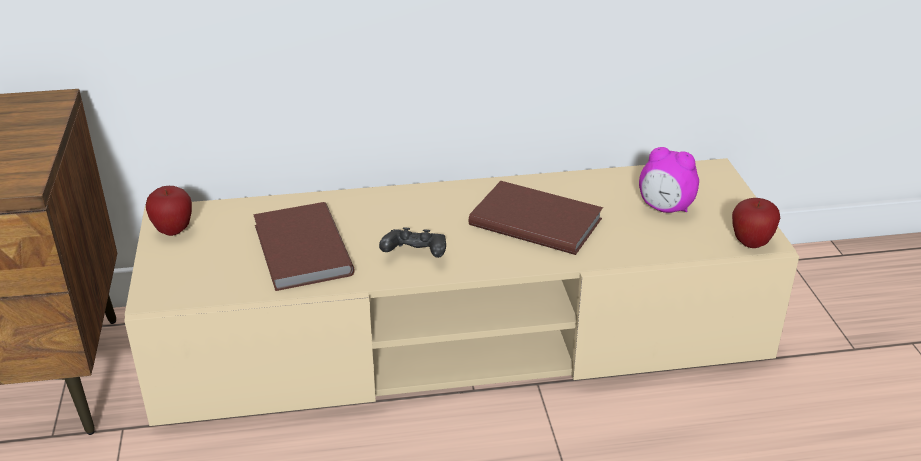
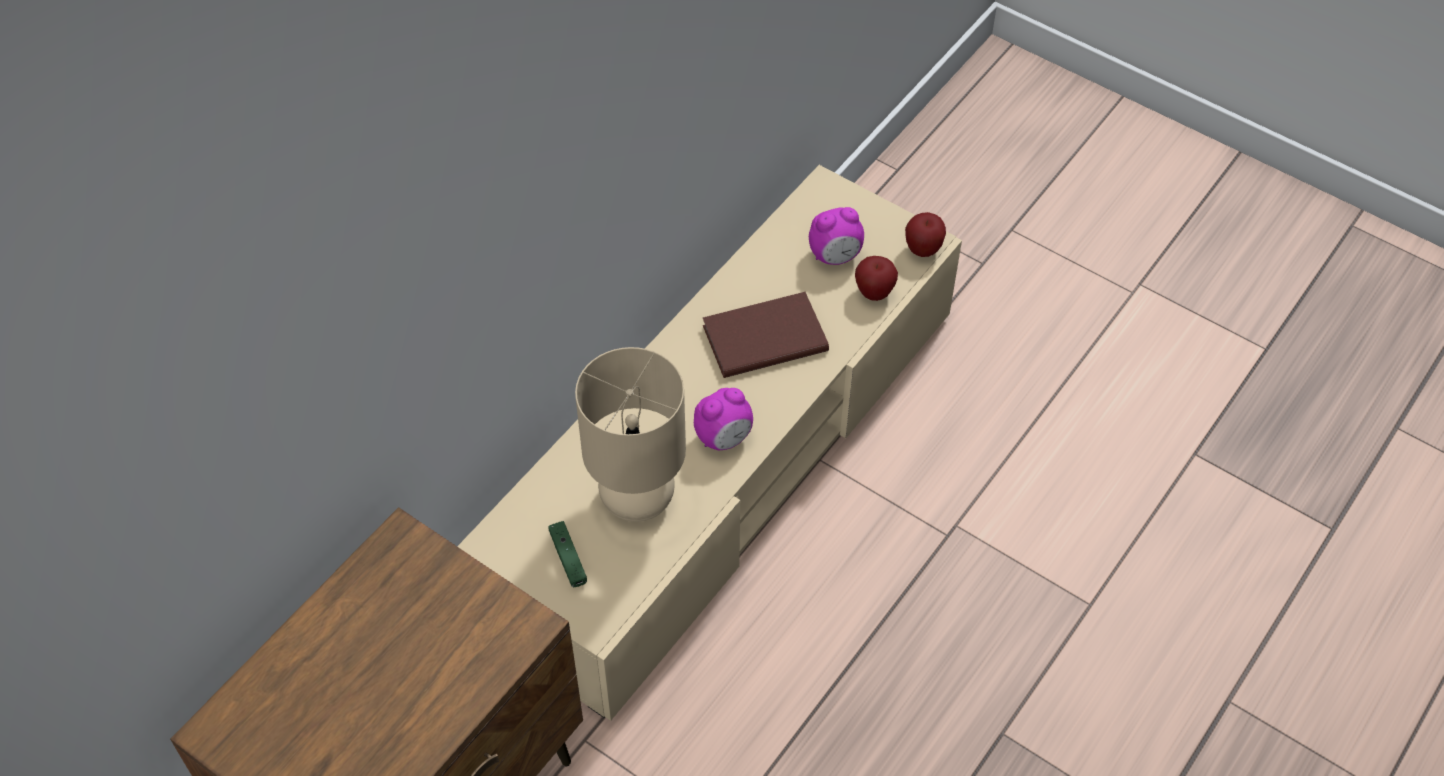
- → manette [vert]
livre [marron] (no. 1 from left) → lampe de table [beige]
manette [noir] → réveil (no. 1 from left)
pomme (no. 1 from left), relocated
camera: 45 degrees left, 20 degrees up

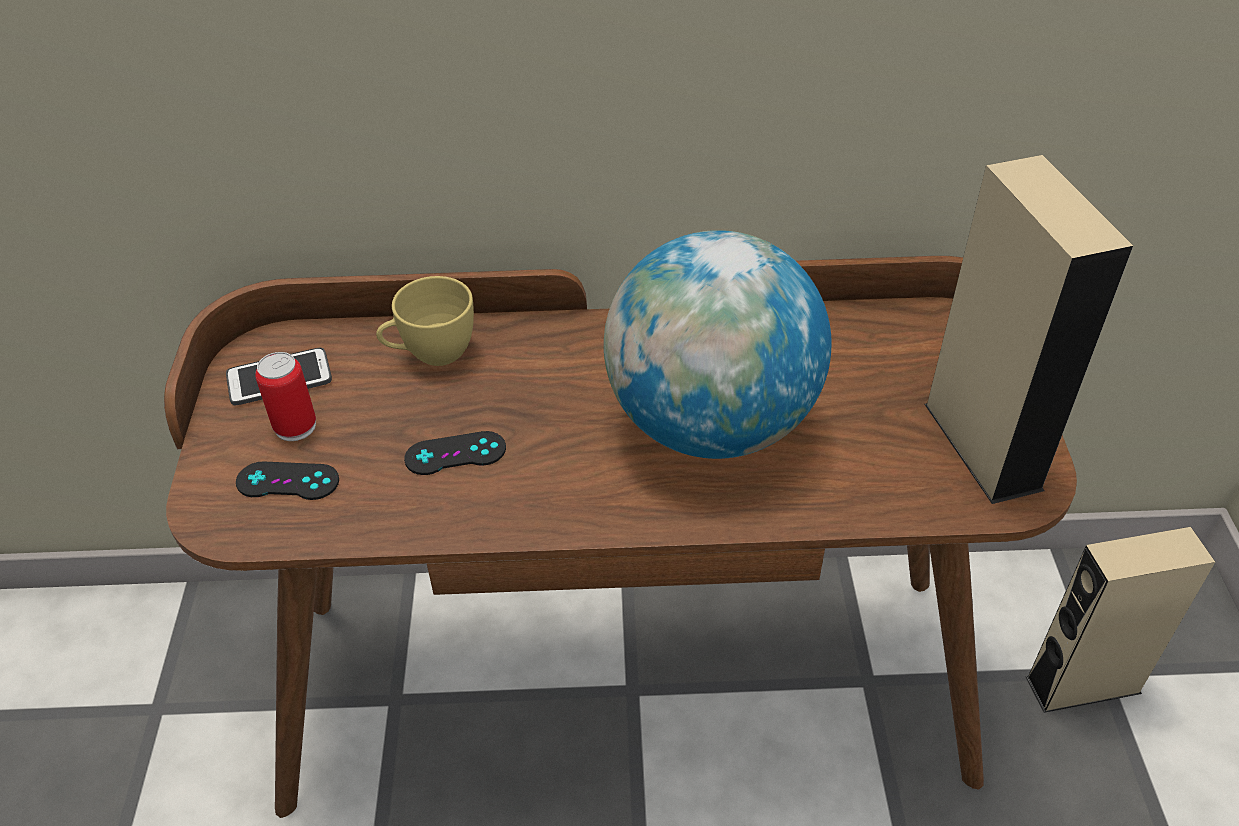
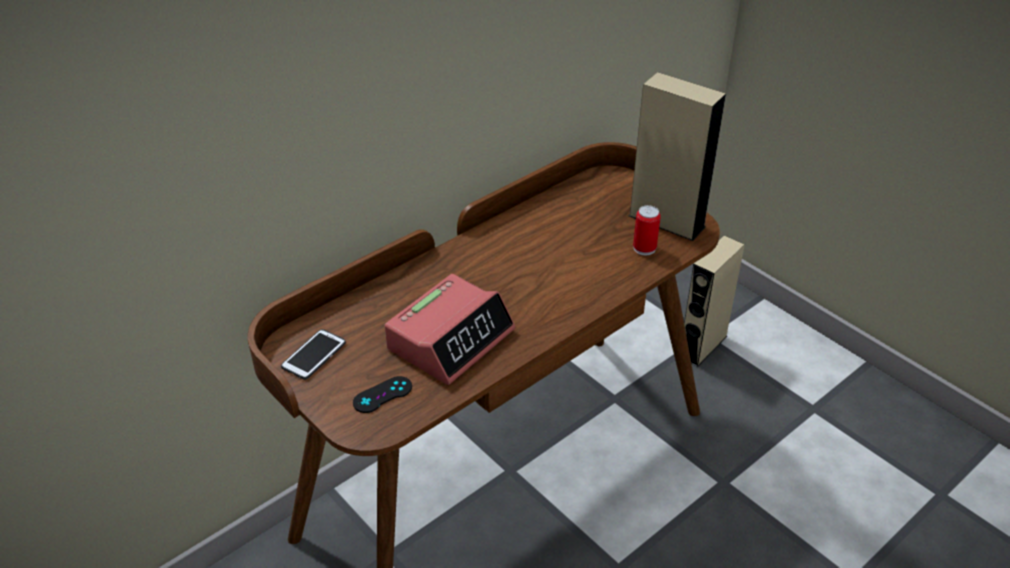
manette [noir] (no. 2 from left) → réveil
boîte métallique, relocated
tasse [jaune] → -
globe → -
camera: 40 degrees left, 5 degrees down

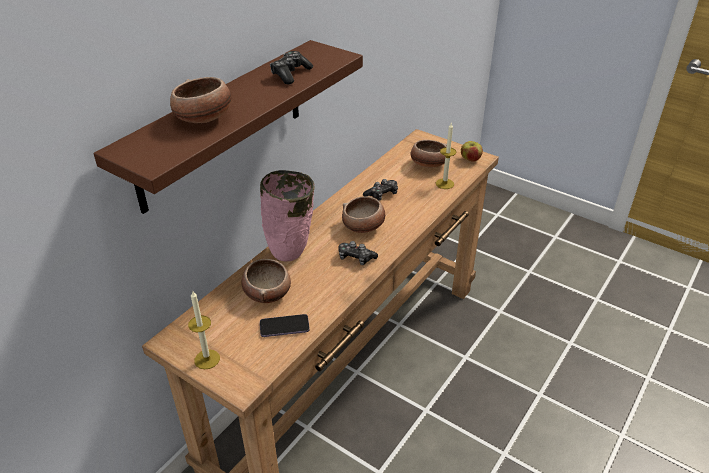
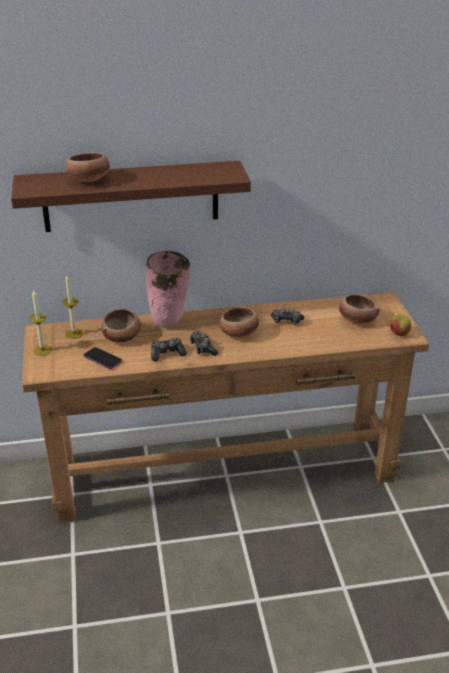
bougie (no. 2 from left), relocated
manette (no. 1 from left), relocated
camera: 45 degrees right, 5 degrees down

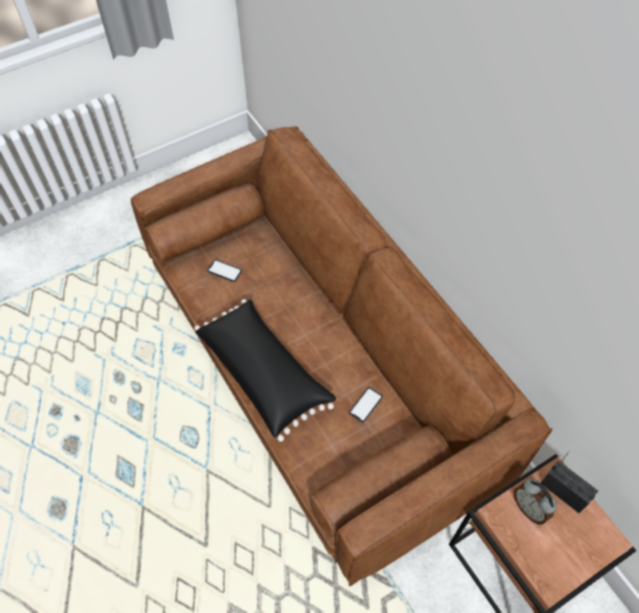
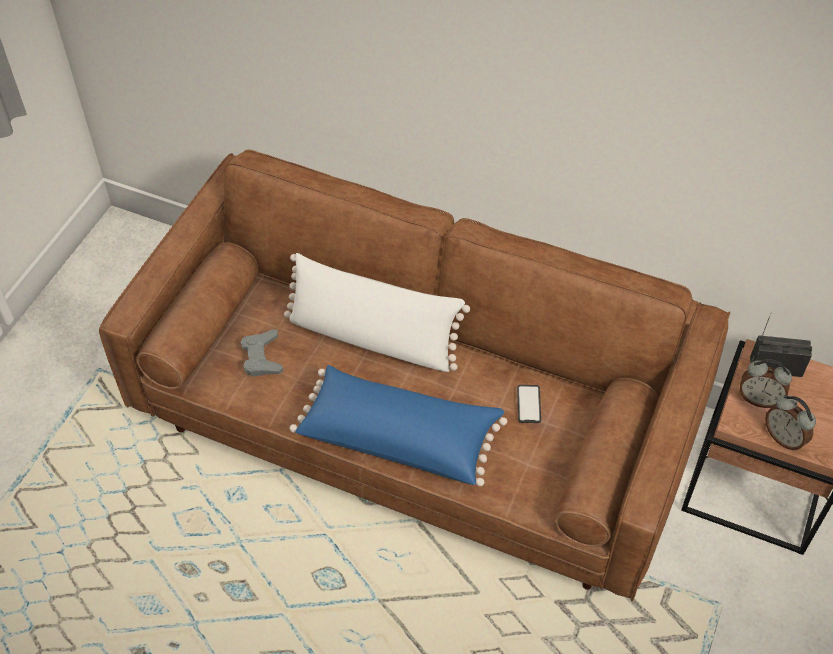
téléphone (no. 1 from left) → manette [gris]
- → coussin [blanc]
coussin [noir] → coussin [bleu]
- → réveil (no. 2 from left)
camera: 35 degrees left, 5 degrees down

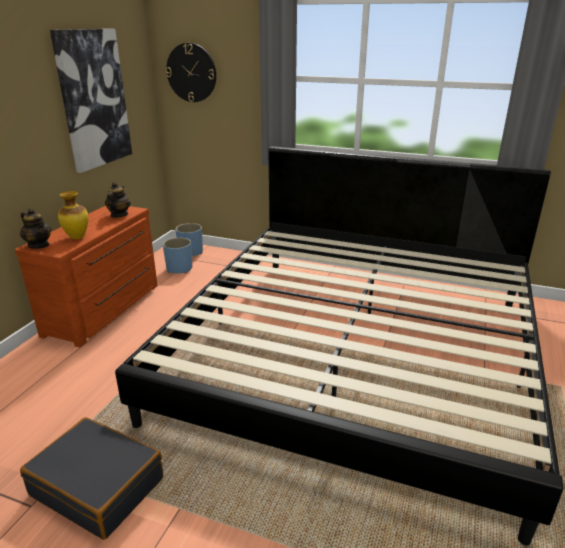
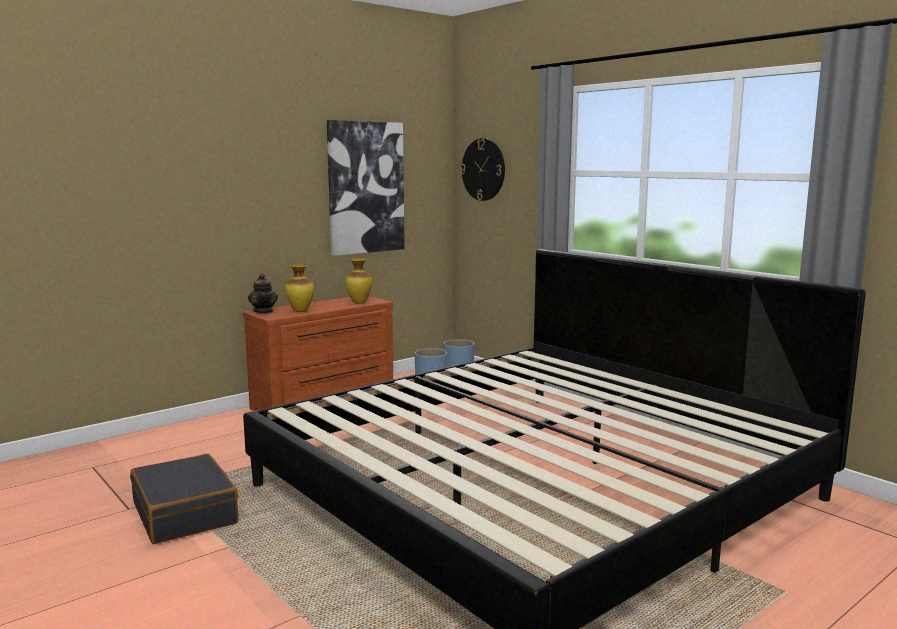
théière (no. 2 from left) → vase (no. 2 from left)
camera: 30 degrees right, 15 degrees down

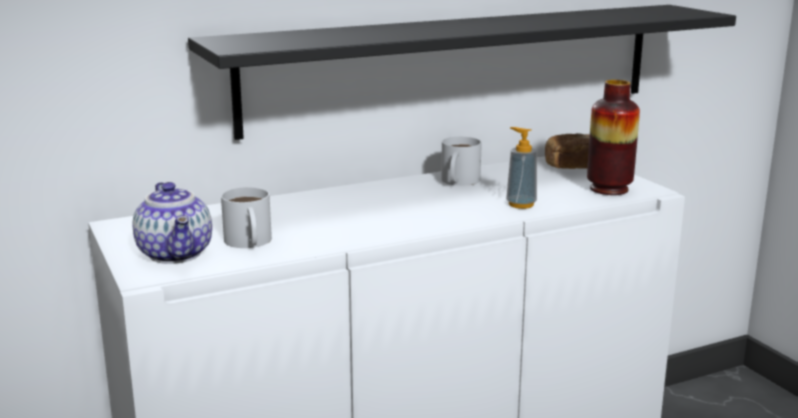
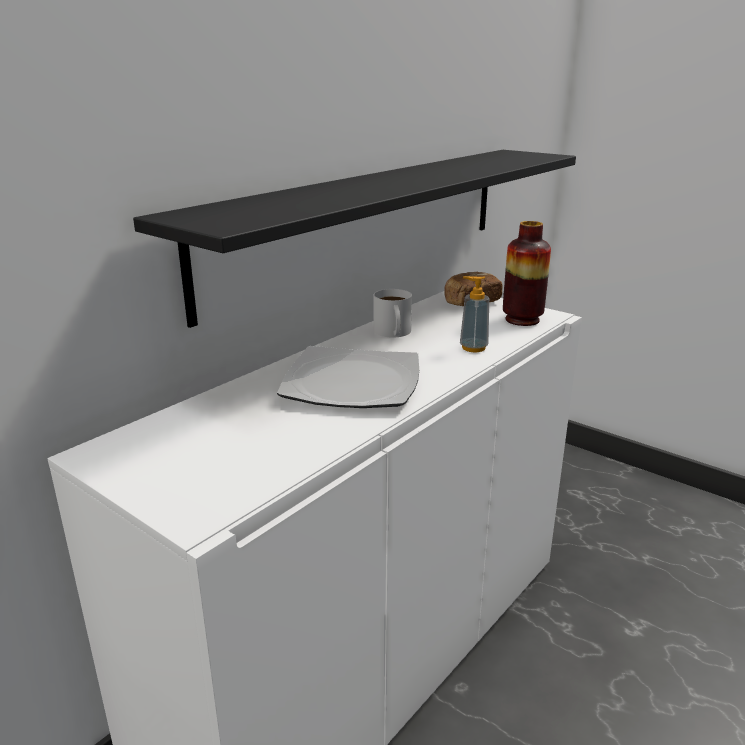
- → assiette
théière → -
mug [blanc] (no. 1 from left) → -
camera: 25 degrees left, 5 degrees up

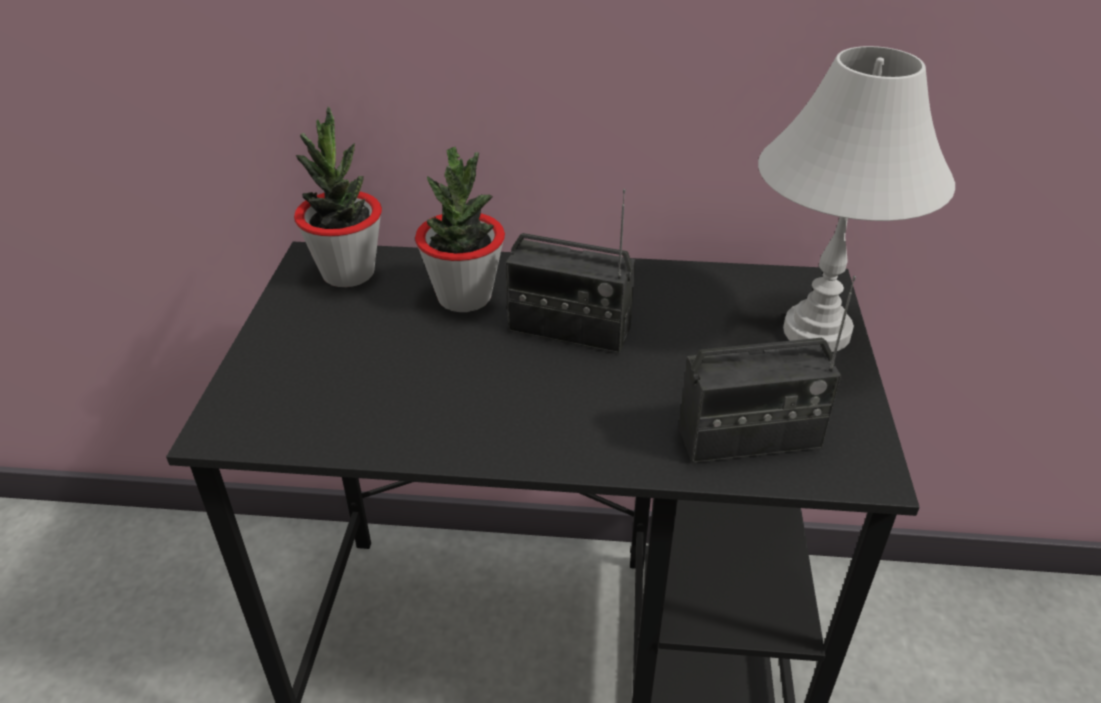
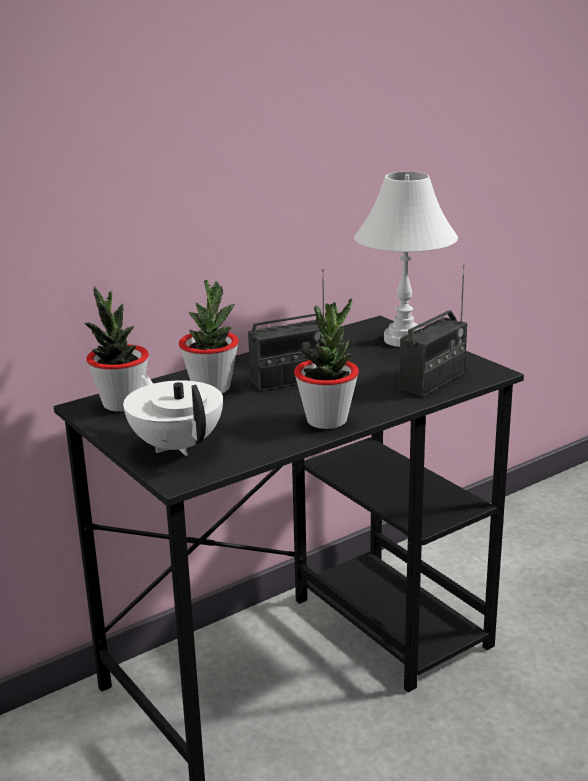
- → théière [blanc]
- → plante en pot (no. 3 from left)
camera: 40 degrees left, 15 degrees down

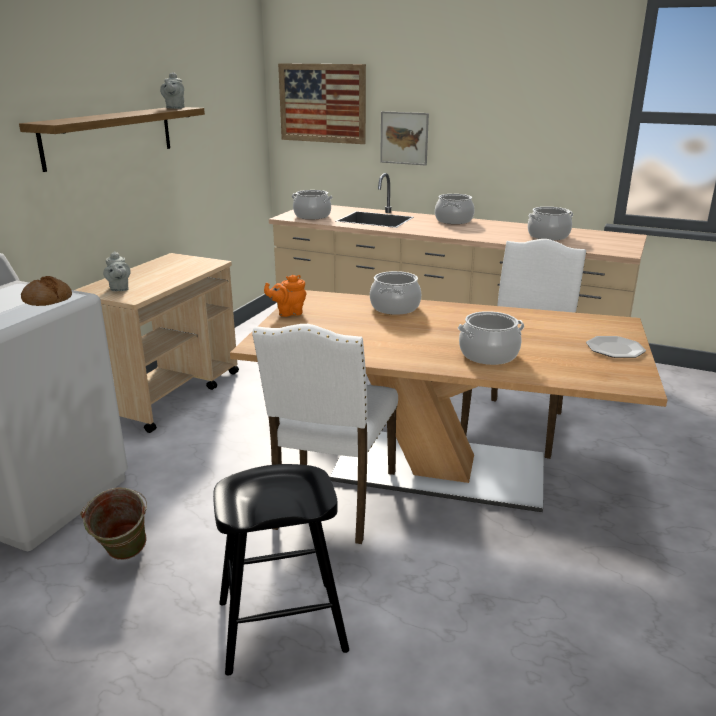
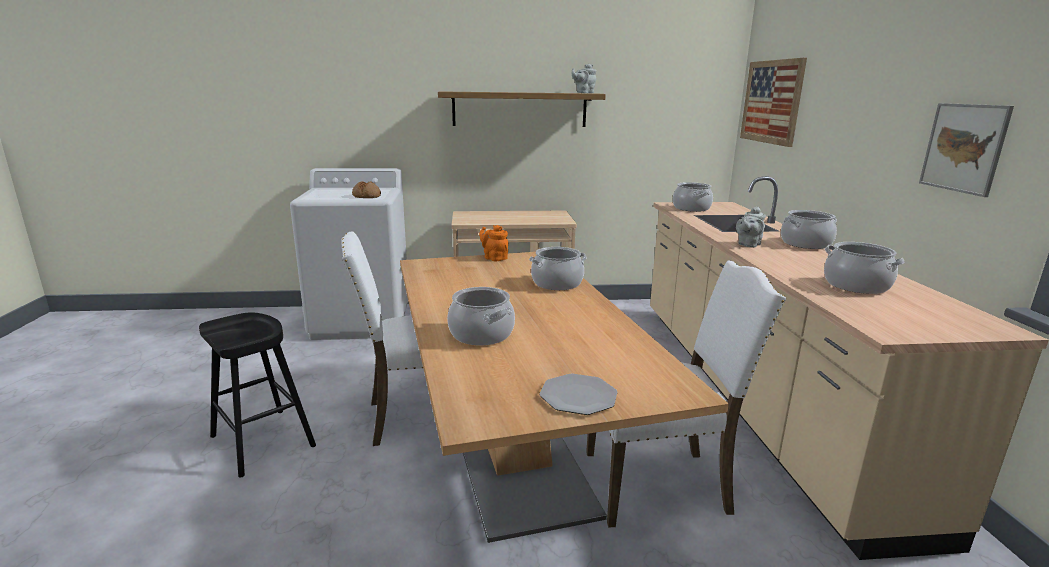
théière [gris] (no. 1 from left in the first image) → théière [gris] (no. 2 from left), relocated
tableau (no. 2 from left), relocated
seau [vert] → -
camera: 60 degrees right, 5 degrees down

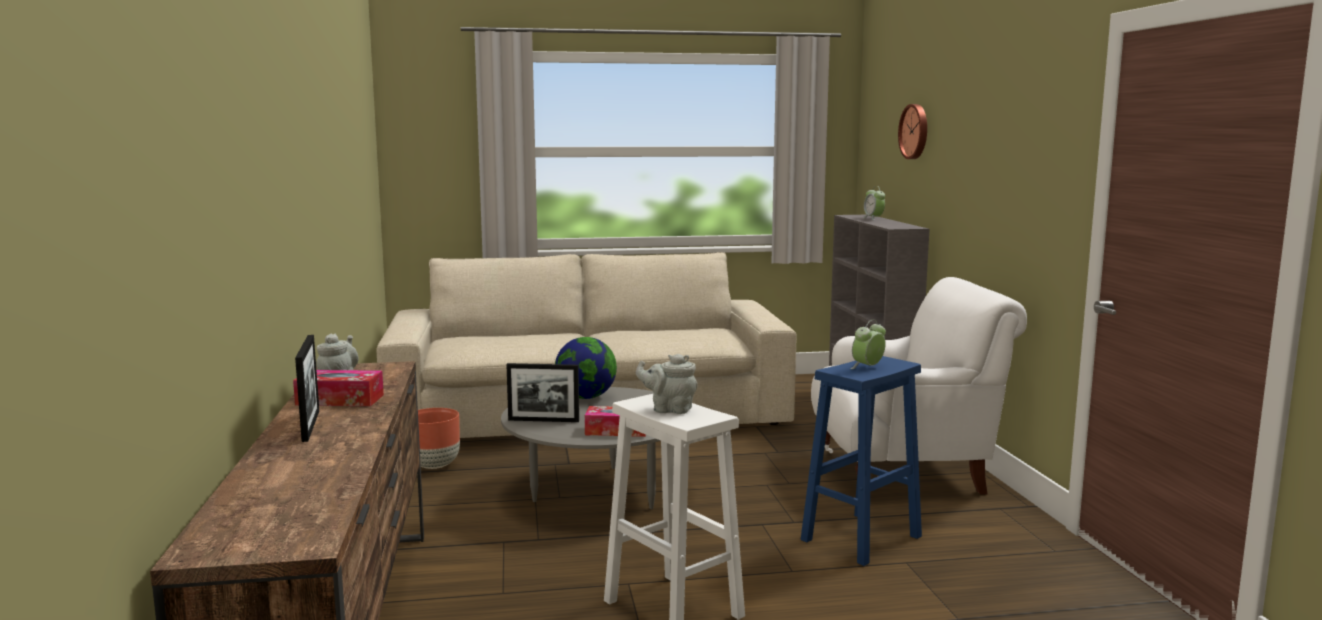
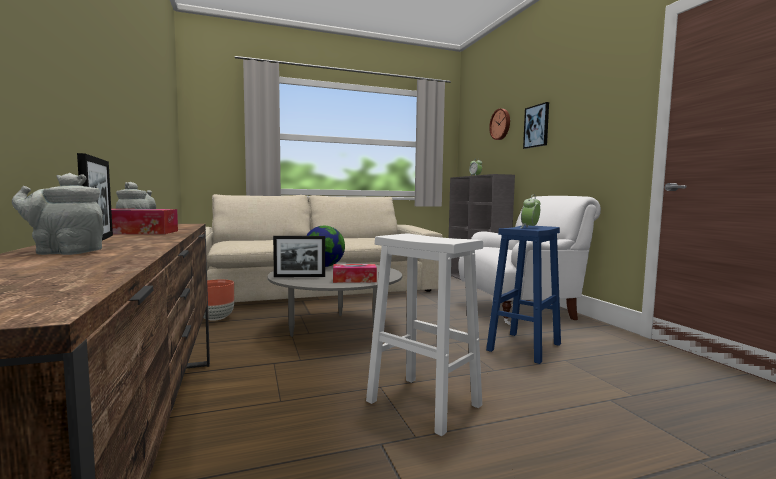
théière [gris] (no. 2 from left in the first image) → théière [gris] (no. 1 from left), relocated
- → tableau
camera: 10 degrees left, 5 degrees down

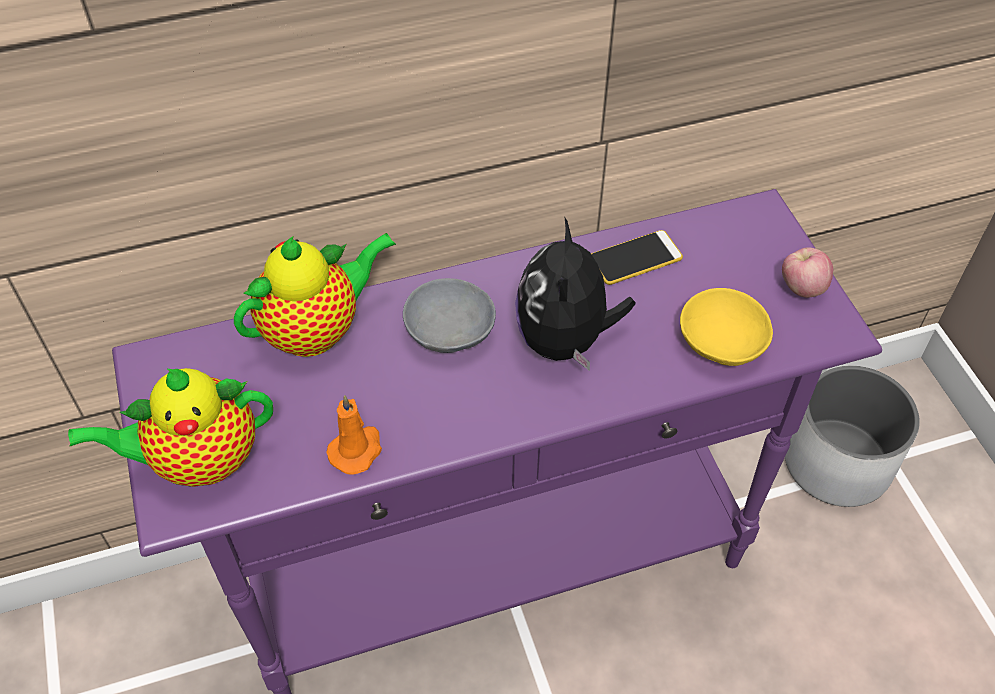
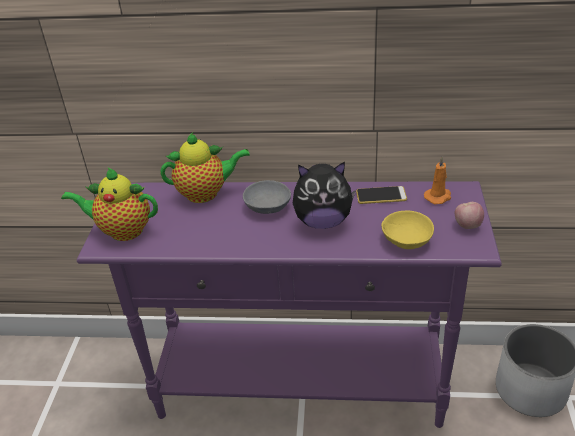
peluche, 120 degrees counterclockwise
bougie [orange], relocated
camera: 25 degrees right, 15 degrees down

